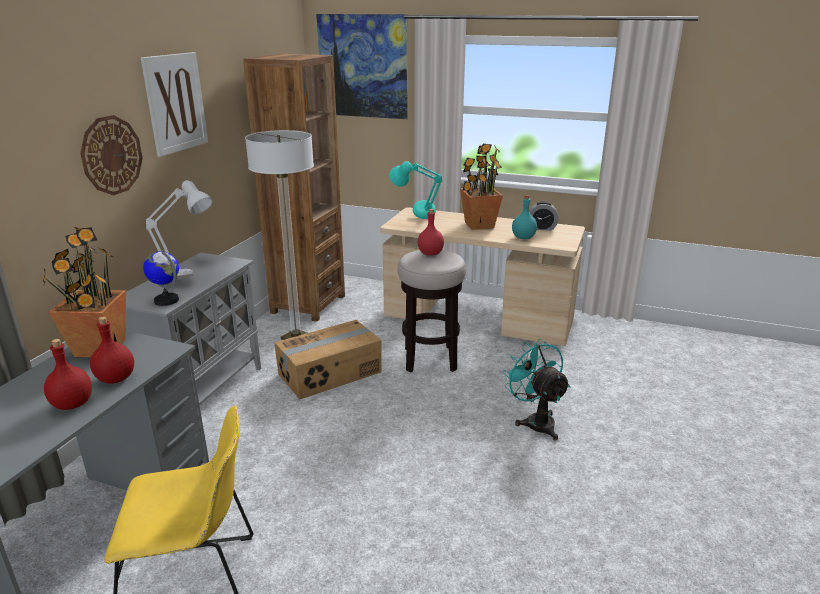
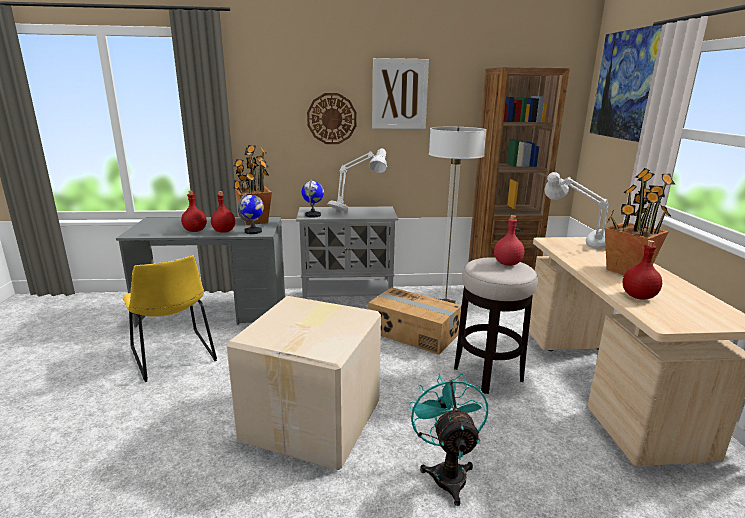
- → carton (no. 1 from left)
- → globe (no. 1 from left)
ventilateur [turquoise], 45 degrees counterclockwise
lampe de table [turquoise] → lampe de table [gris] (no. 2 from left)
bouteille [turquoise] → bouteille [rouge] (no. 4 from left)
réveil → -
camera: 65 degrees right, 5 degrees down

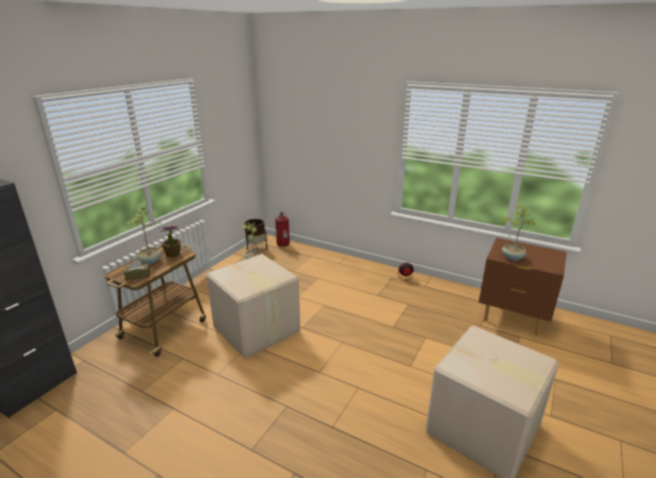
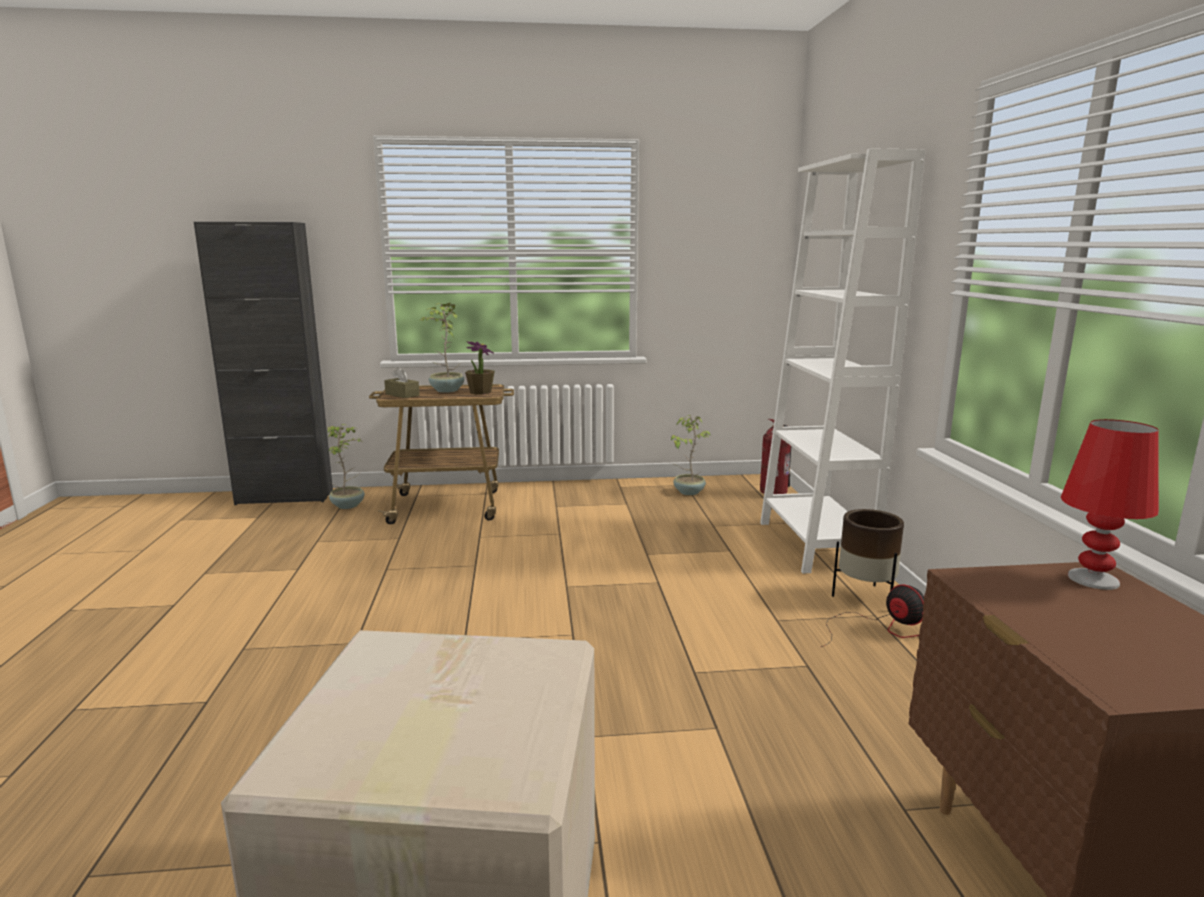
plante en pot (no. 4 from left in the first image) → plante en pot (no. 1 from left), relocated
- → bibliothèque [blanc]
cache-pot [marron], relocated
- → lampe de table [rouge]
carton (no. 1 from left) → -
camera: 55 degrees right, 10 degrees down

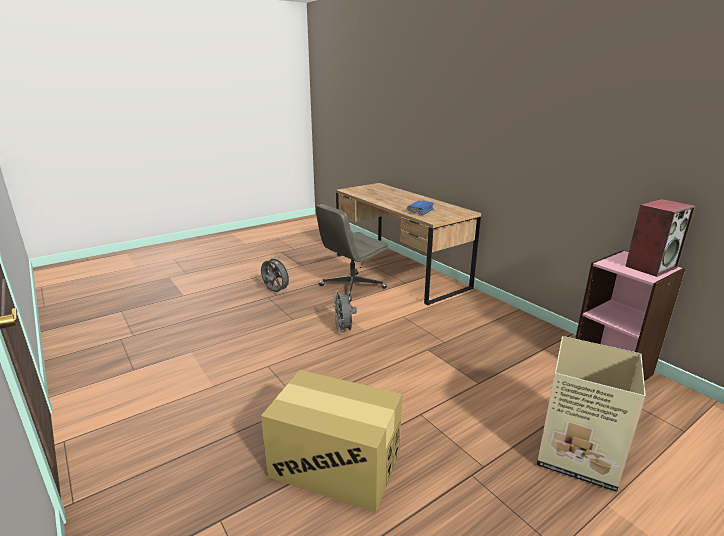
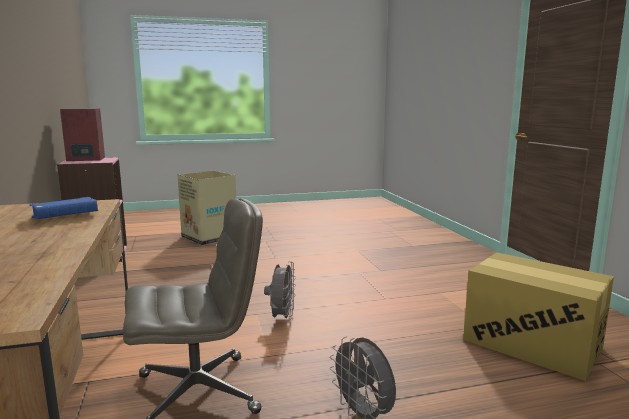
carton (no. 1 from left in the first image) → carton (no. 2 from left), relocated
camera: 160 degrees left, 10 degrees down

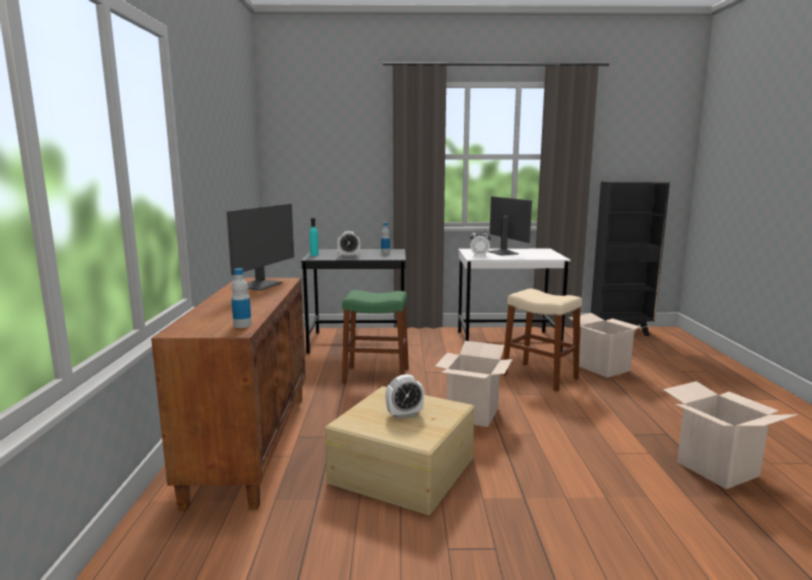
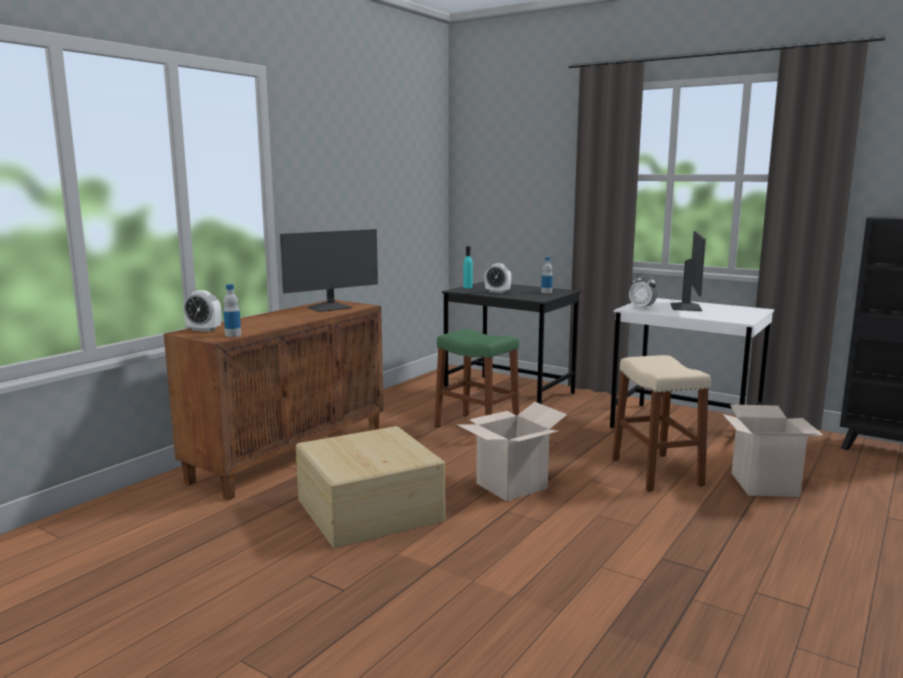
réveil (no. 2 from left in the first image) → réveil (no. 1 from left), relocated
carton (no. 3 from left) → -
camera: 35 degrees right, 0 degrees up

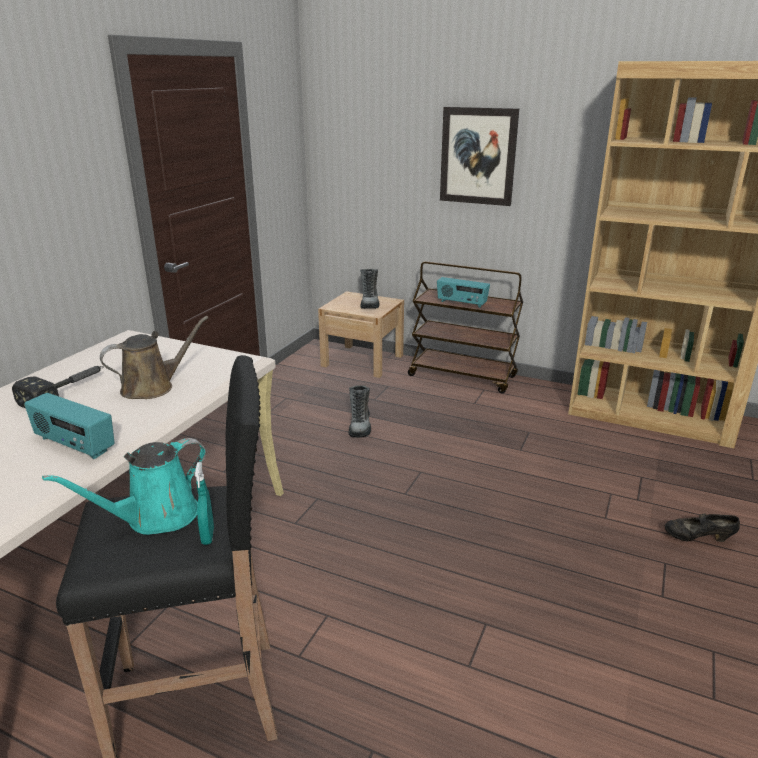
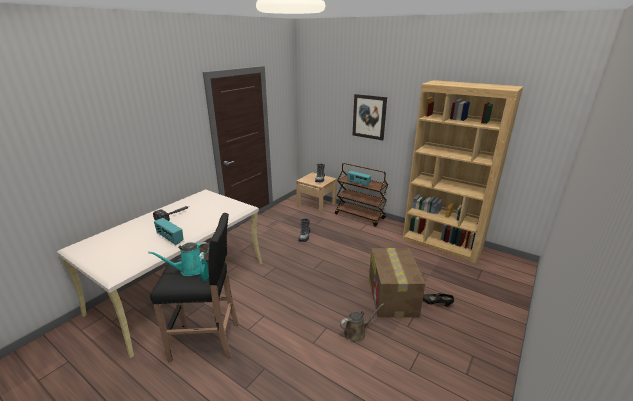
arrosoir [marron], relocated
- → carton
camera: 10 degrees right, 0 degrees up

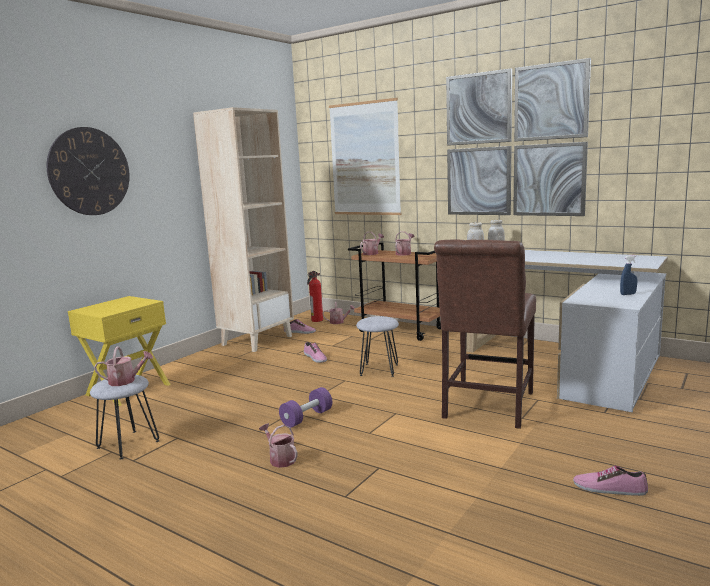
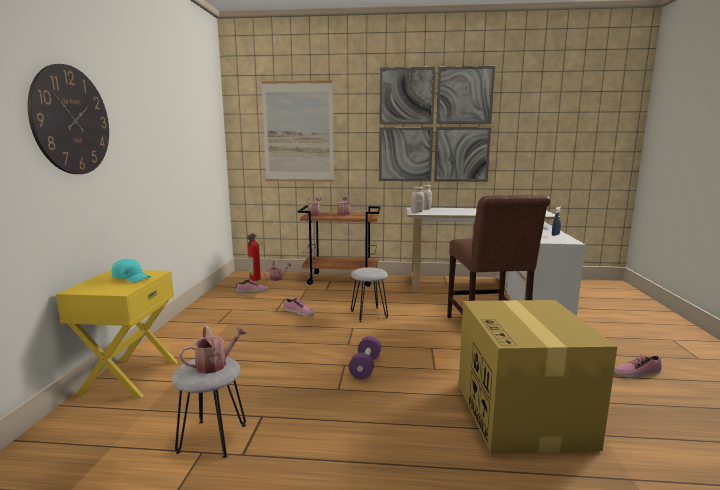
- → casquette [turquoise]
- → carton
bibliothèque [beige] → -
arrosoir (no. 2 from left) → -
camera: 30 degrees left, 0 degrees up

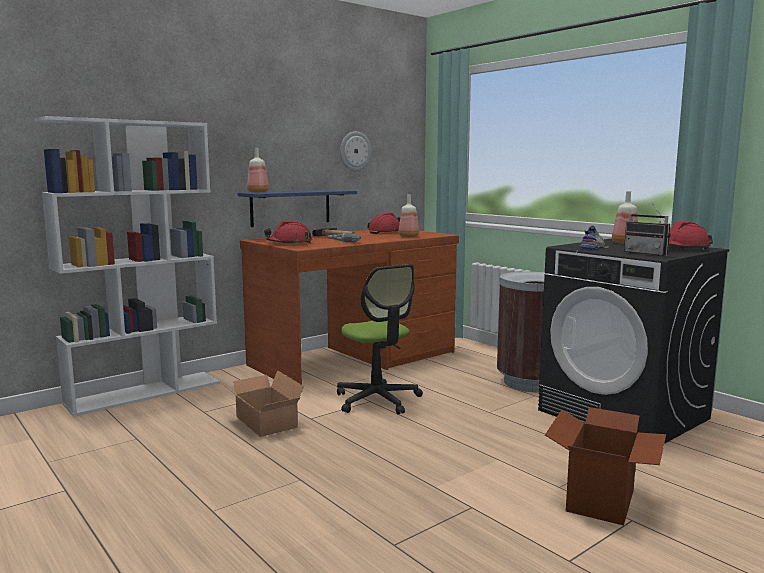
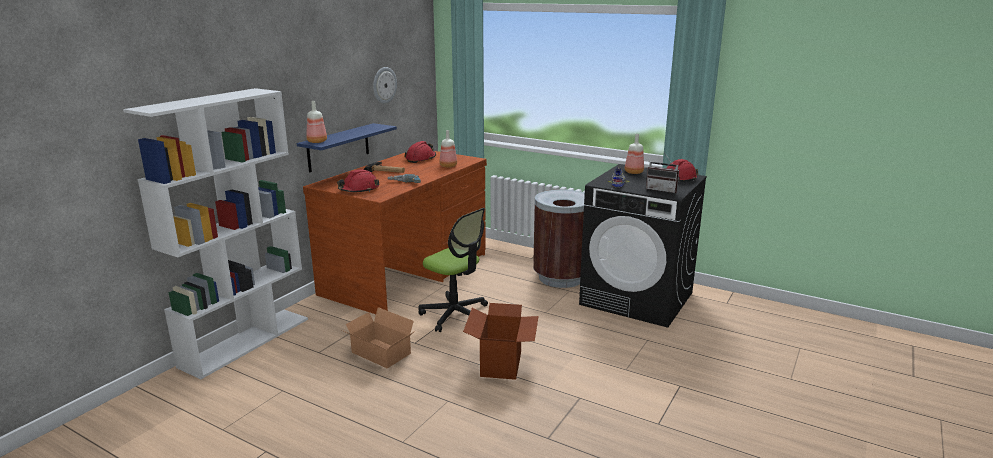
carton (no. 2 from left), relocated
camera: 20 degrees left, 10 degrees up

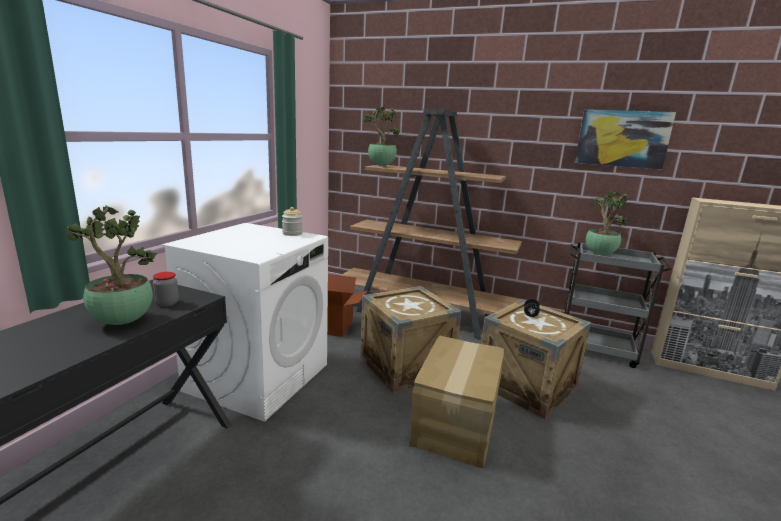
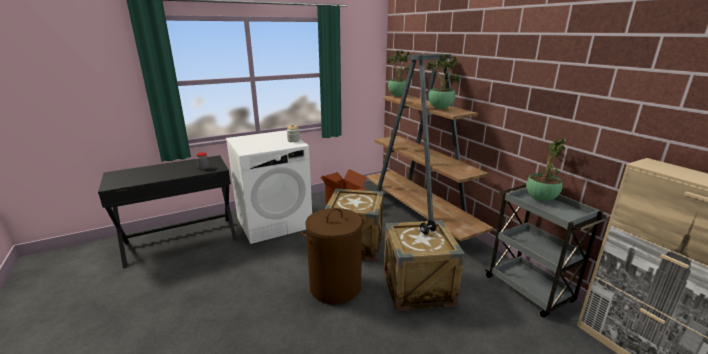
carton (no. 2 from left) → panier à linge [marron]
plante en pot (no. 1 from left in the first image) → plante en pot (no. 2 from left), relocated
tableau → -
camera: 40 degrees right, 5 degrees up

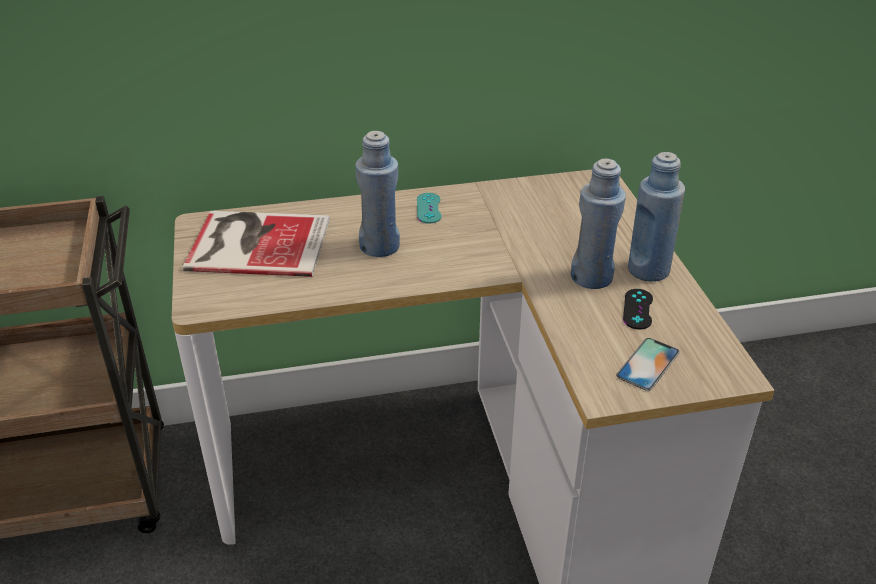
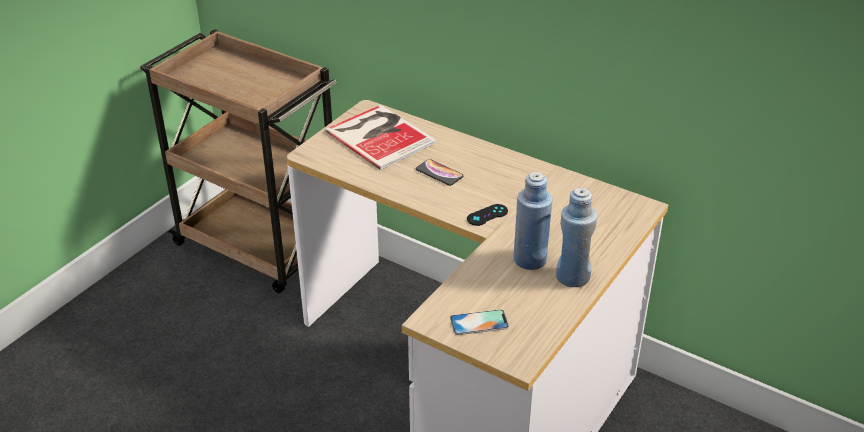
bouteille [bleu] (no. 1 from left) → téléphone (no. 1 from left)
manette [noir], relocated
manette [turquoise] → -
camera: 45 degrees right, 0 degrees up

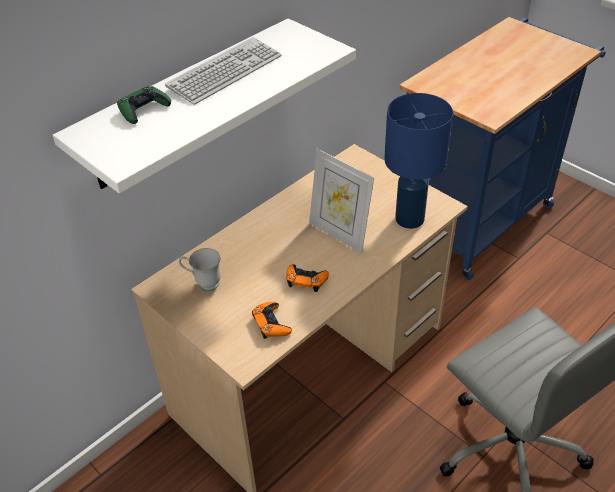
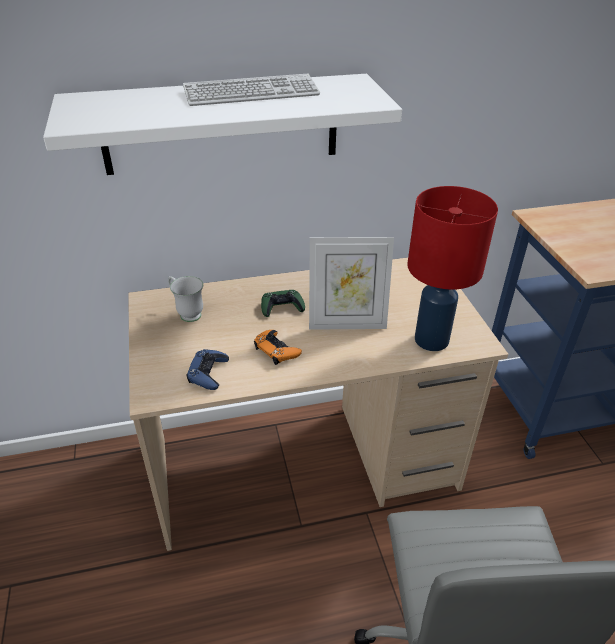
manette [orange] (no. 1 from left) → manette [bleu]
manette [vert], relocated
cadre photo, 75 degrees counterclockwise
lampe de table [bleu] → lampe de table [rouge]
camera: 30 degrees right, 5 degrees down

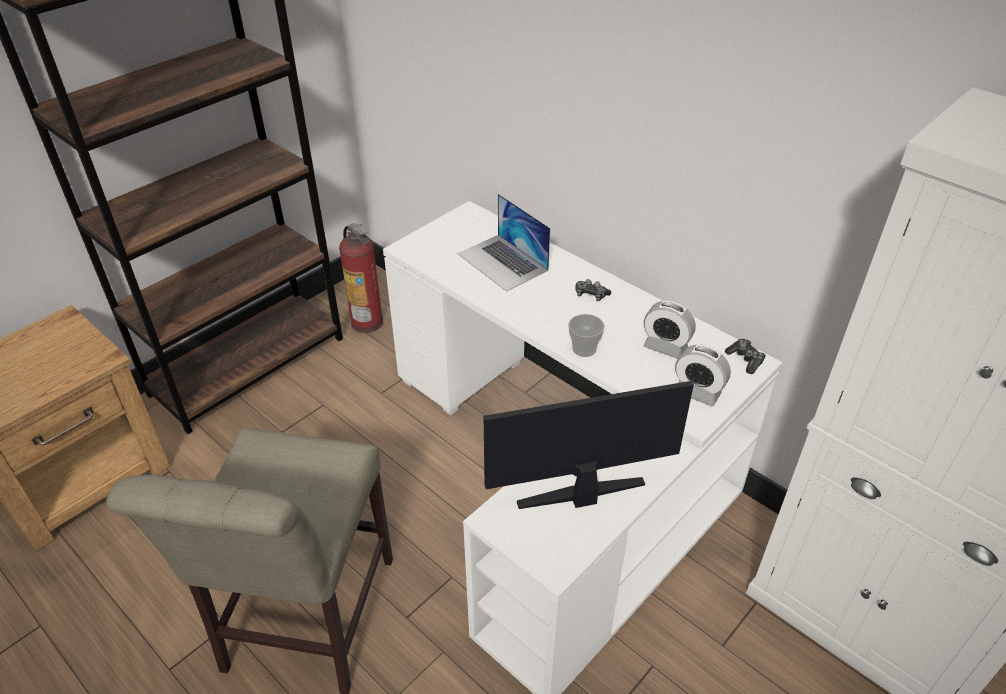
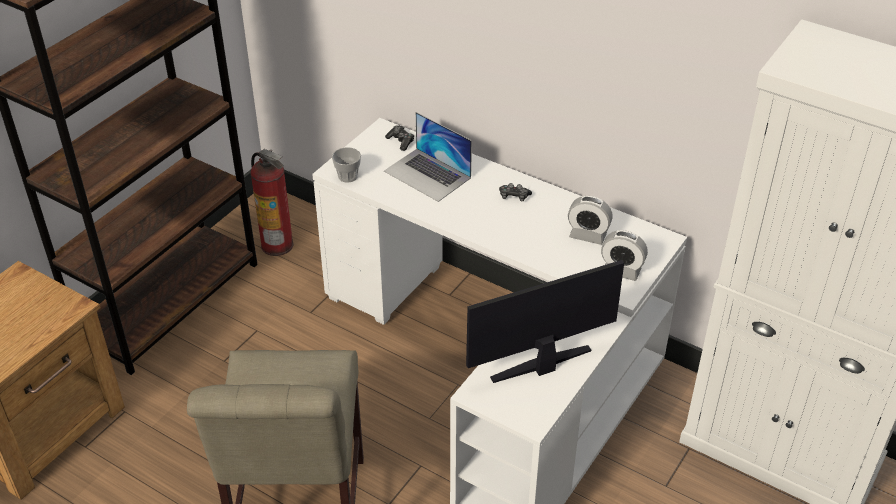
tasse, relocated
manette (no. 2 from left in the first image) → manette (no. 1 from left), relocated
camera: 10 degrees left, 0 degrees up

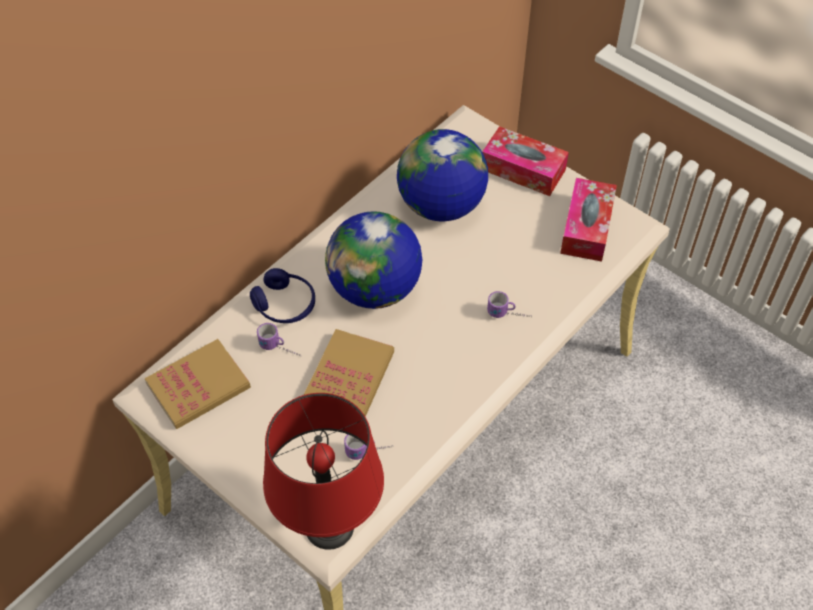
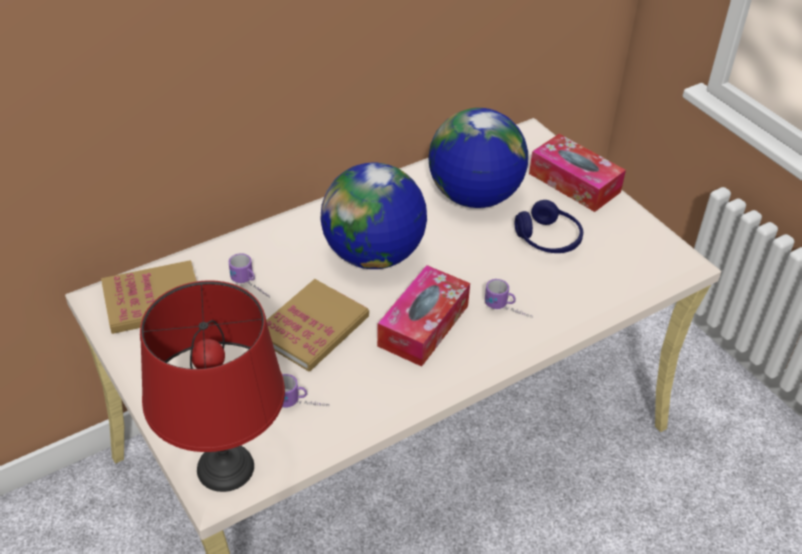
boîte à mouchoirs (no. 2 from left in the first image) → boîte à mouchoirs (no. 1 from left), relocated
casque audio [bleu], relocated
camera: 15 degrees right, 10 degrees down

